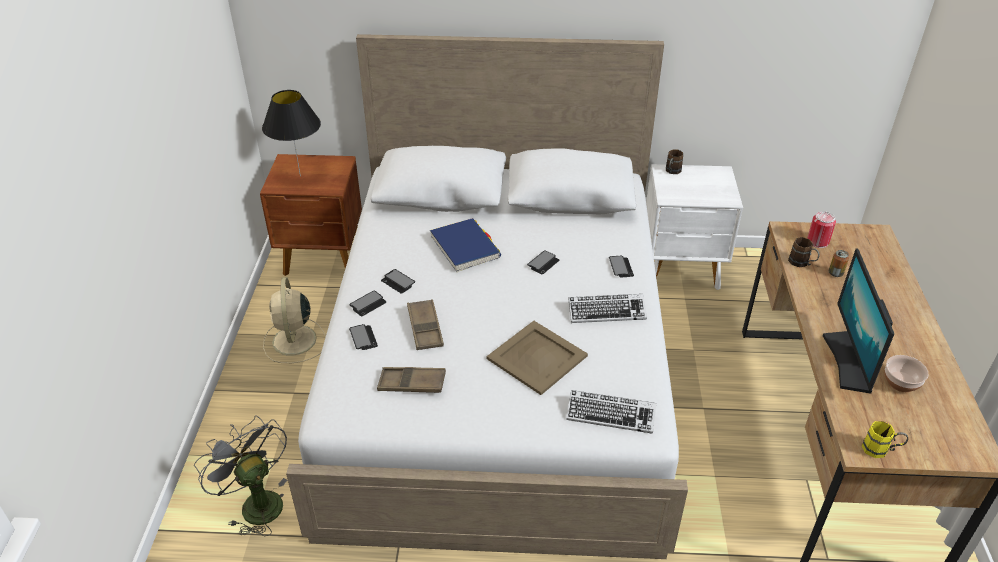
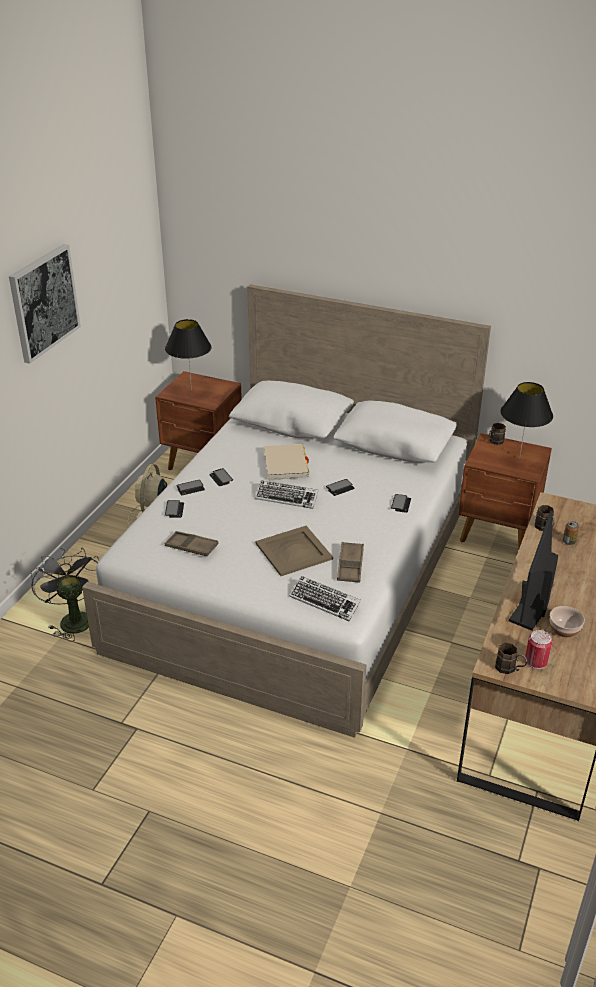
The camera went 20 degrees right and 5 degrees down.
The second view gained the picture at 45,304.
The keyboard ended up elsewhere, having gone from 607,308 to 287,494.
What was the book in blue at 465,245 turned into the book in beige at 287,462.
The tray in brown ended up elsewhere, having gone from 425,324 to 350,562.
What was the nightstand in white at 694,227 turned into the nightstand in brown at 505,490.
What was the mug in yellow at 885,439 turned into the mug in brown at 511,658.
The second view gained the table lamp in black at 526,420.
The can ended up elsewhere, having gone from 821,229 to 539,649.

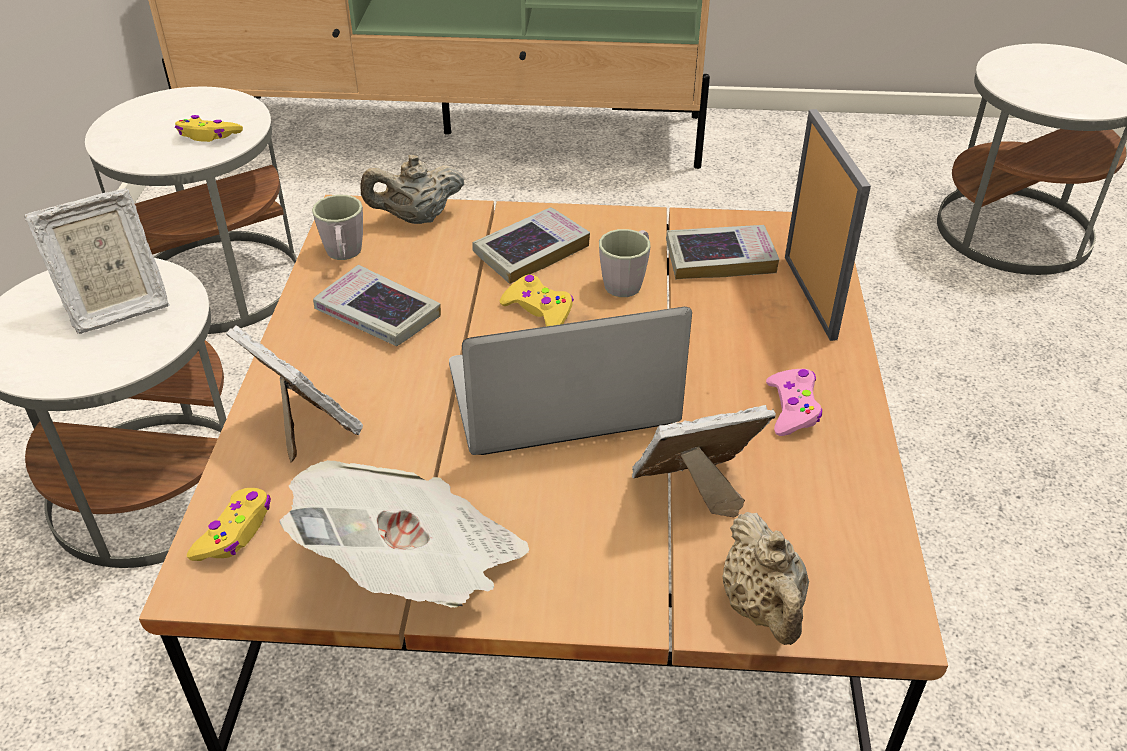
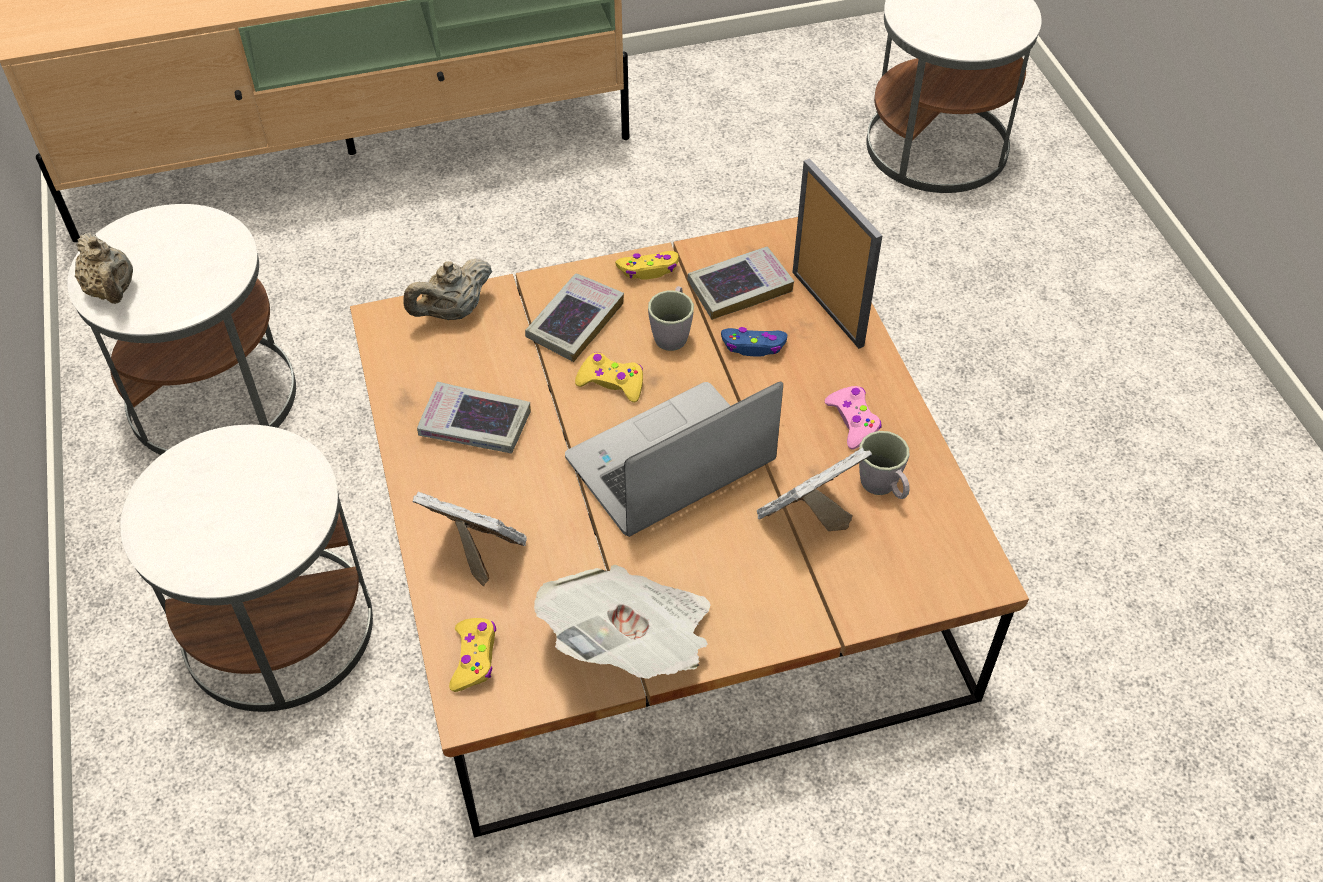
The camera went 20 degrees left and 10 degrees up.
The teapot in beige ended up elsewhere, having gone from 765,578 to 104,268.
The game controller in yellow ended up elsewhere, having gone from 209,128 to 647,265.
The second view gained the game controller in blue at 754,341.
The mug in grey ended up elsewhere, having gone from 337,227 to 884,465.
The second view lost the picture frame at 96,261.

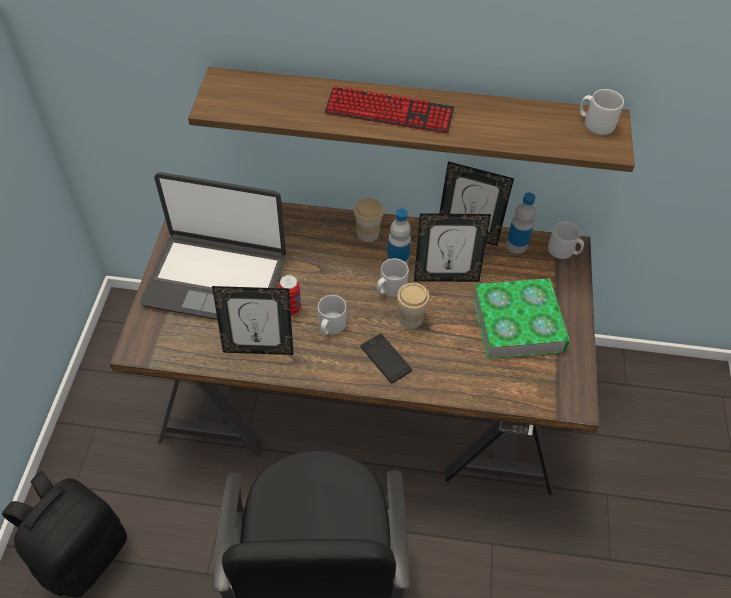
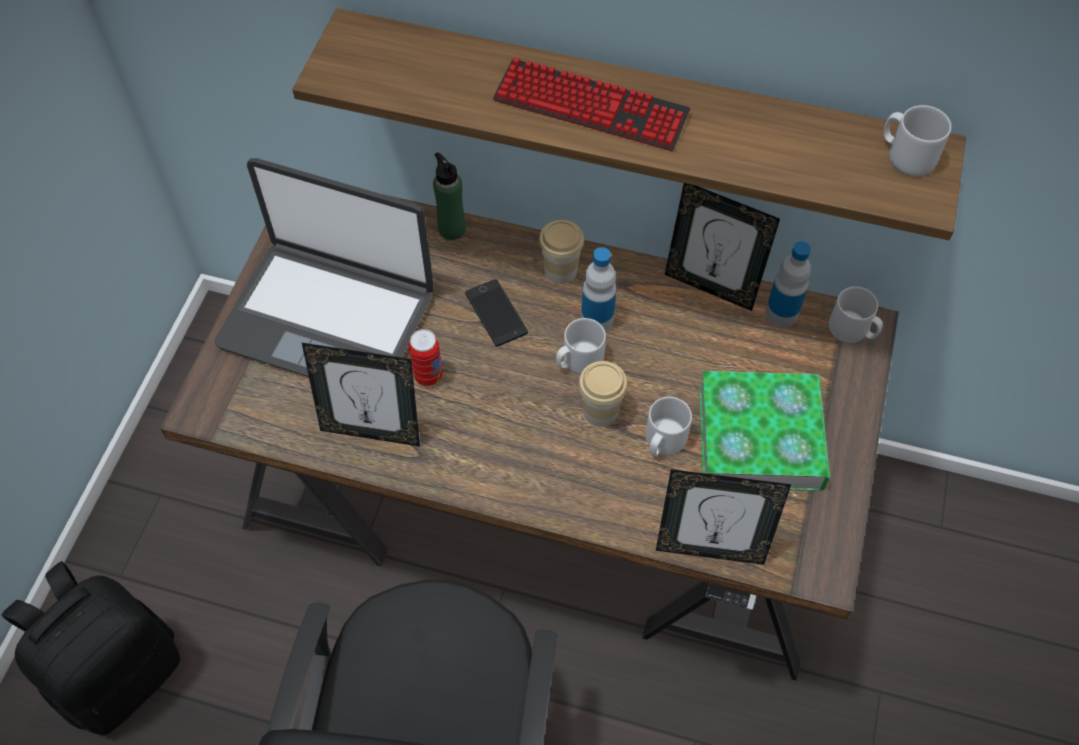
The camera went 10 degrees right and 5 degrees up.
The second view gained the bottle in green at 449,196.
The phone ended up elsewhere, having gone from 386,359 to 496,312.
The mug in grey ended up elsewhere, having gone from 332,315 to 669,426.
The picture frame ended up elsewhere, having gone from 452,247 to 723,517.

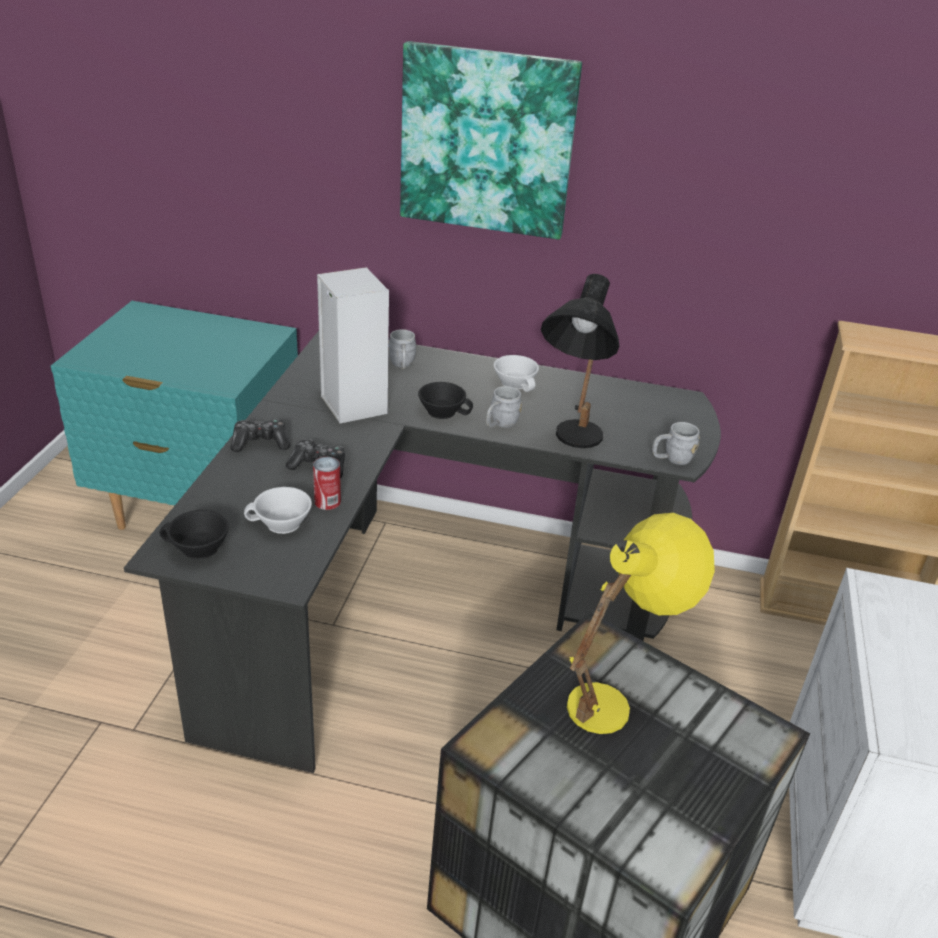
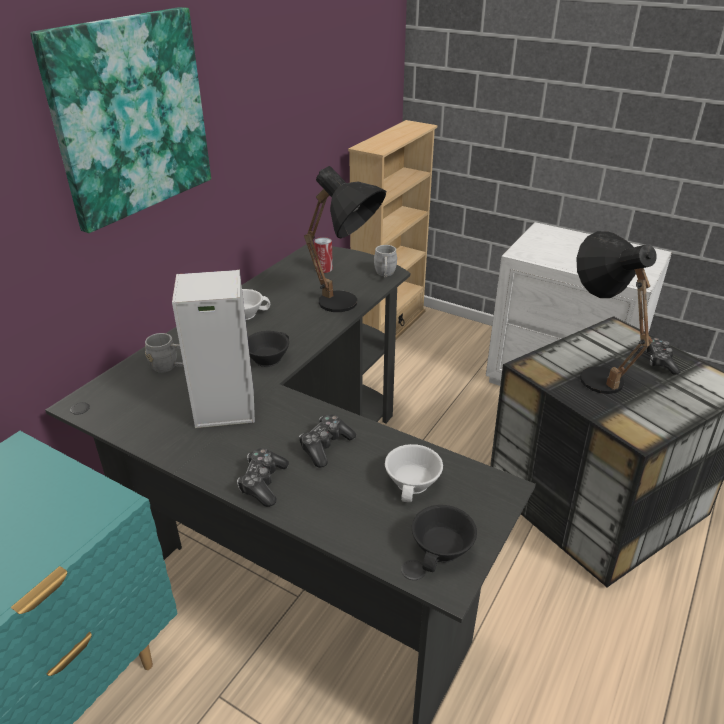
The camera went 70 degrees left and 0 degrees up.
The can ended up elsewhere, having gone from 327,483 to 323,255.
What was the table lamp in yellow at 641,623 turned into the table lamp in black at 616,312.
The second view gained the game controller at 662,356.
The second view lost the mug in grey at 504,406.

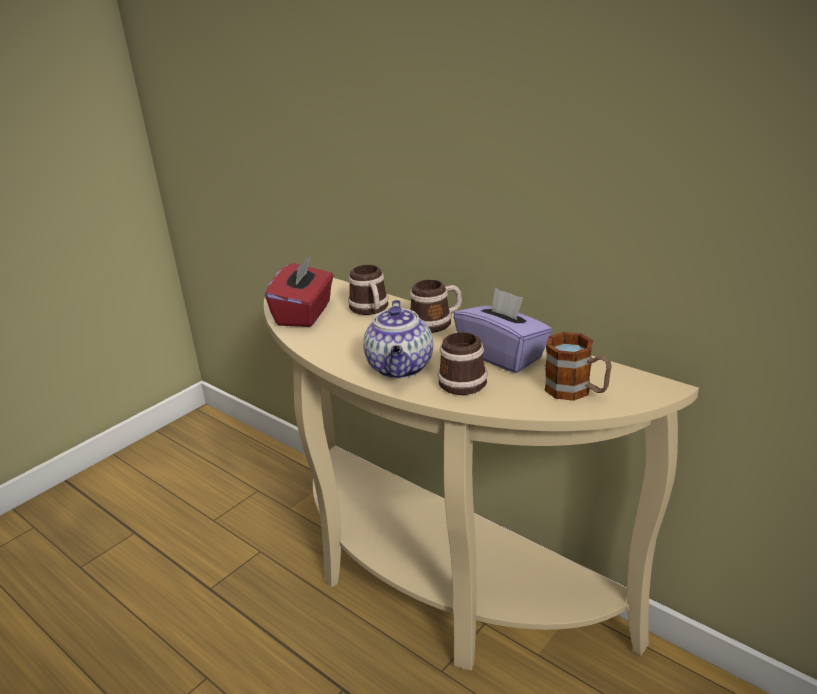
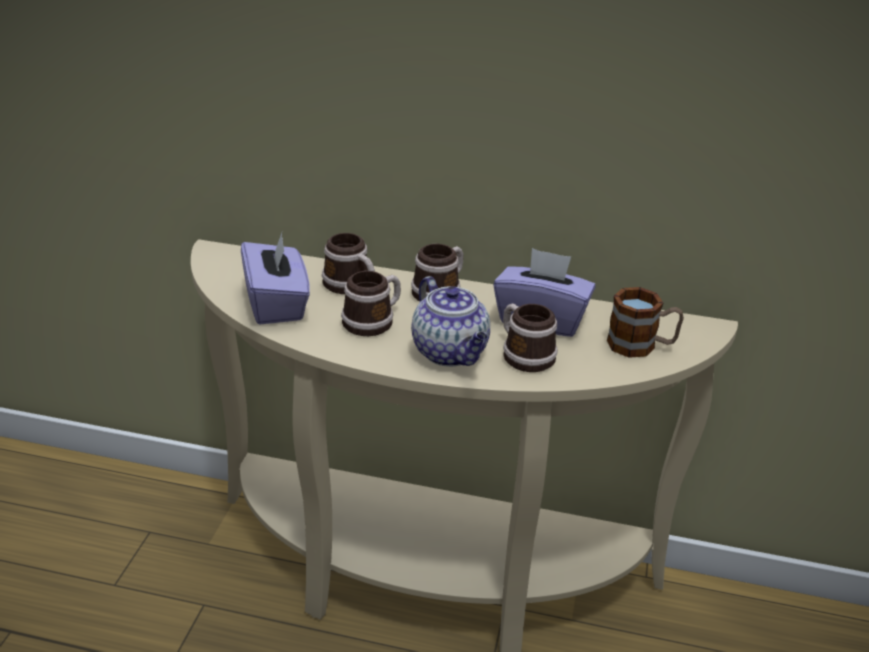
The camera went 30 degrees left and 5 degrees up.
What was the tissue box in red at 299,291 turned into the tissue box in purple at 275,279.
The second view gained the mug at 371,303.

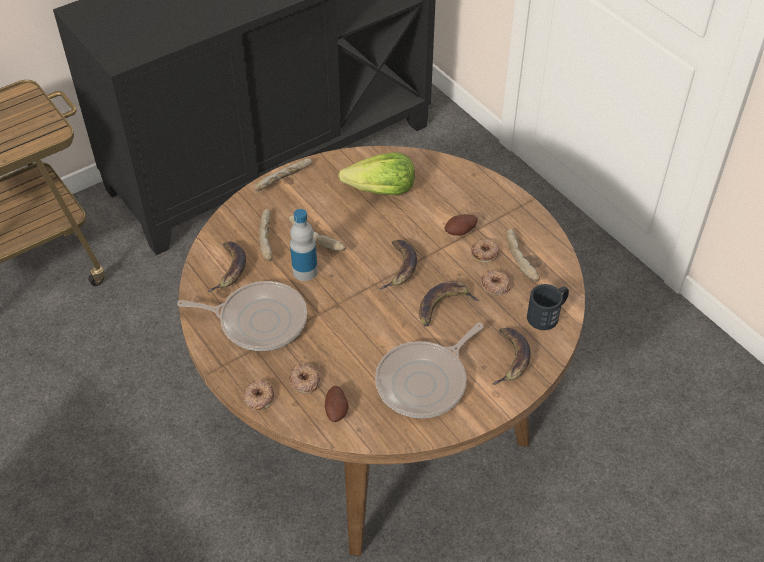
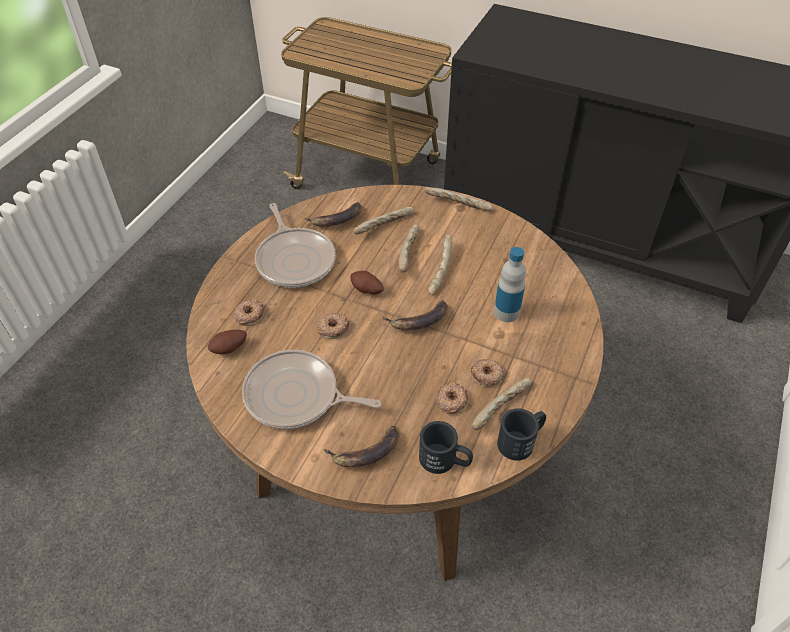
The camera went 60 degrees right and 0 degrees up.
The donut ended up elsewhere, having gone from 258,395 to 333,326.
The potato ended up elsewhere, having gone from 461,225 to 367,282.
The second view gained the bread at 440,264.
The bottle ended up elsewhere, having gone from 304,245 to 510,284.
The second view gained the mug in black at 521,434.
The second view lost the lettuce at 376,174.
The second view lost the banana at 449,304.

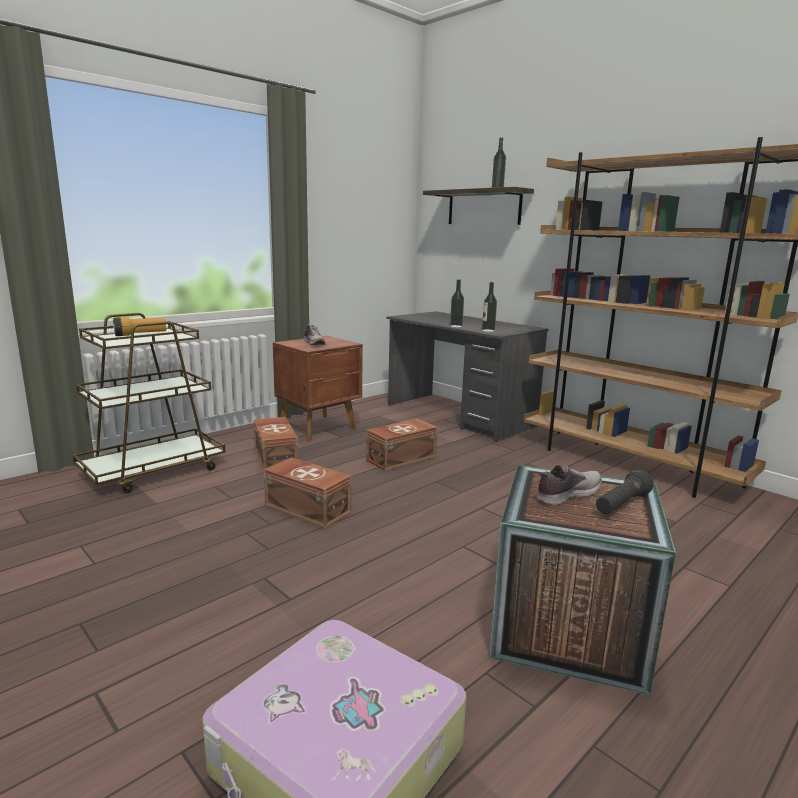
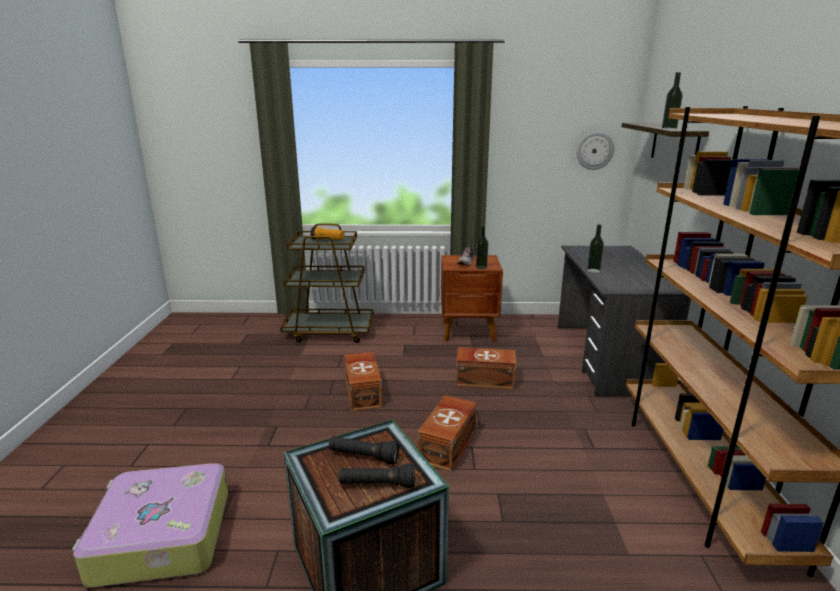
The camera went 45 degrees right and 5 degrees up.
Where the shoe stood at 569,485, the flashlight in black came to stand at 364,450.
The storage box in brown ended up elsewhere, having gone from 276,444 to 447,433.
The bottle ended up elsewhere, having gone from 489,307 to 482,247.
The second view gained the wall clock at 595,151.

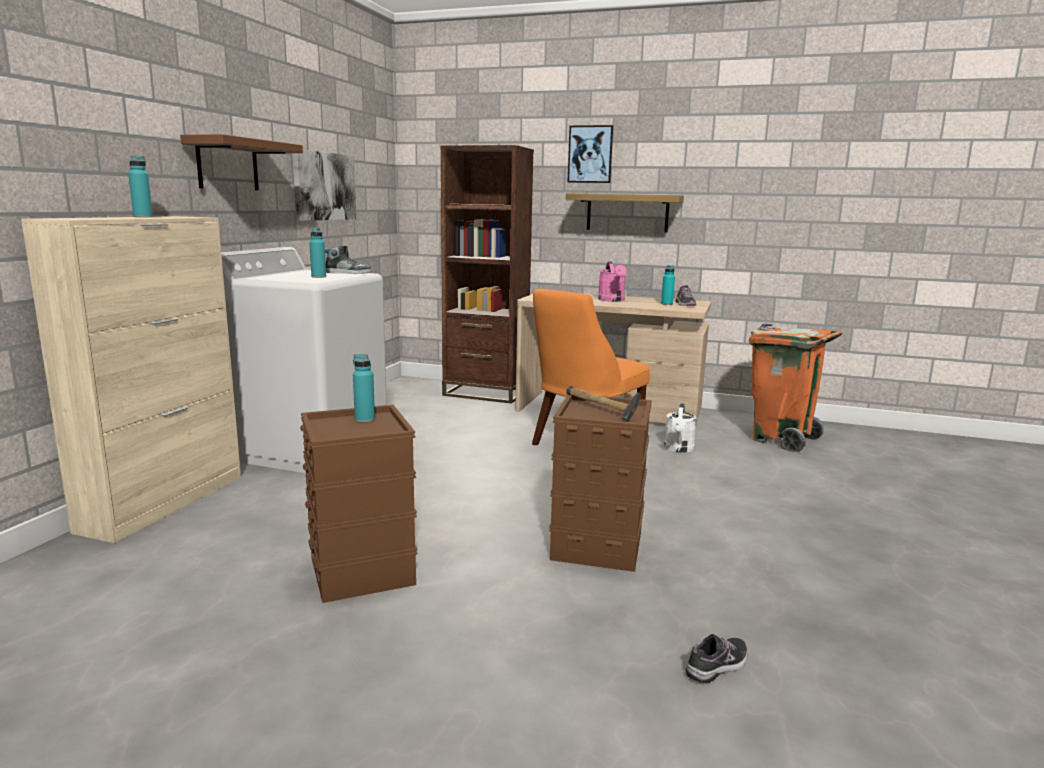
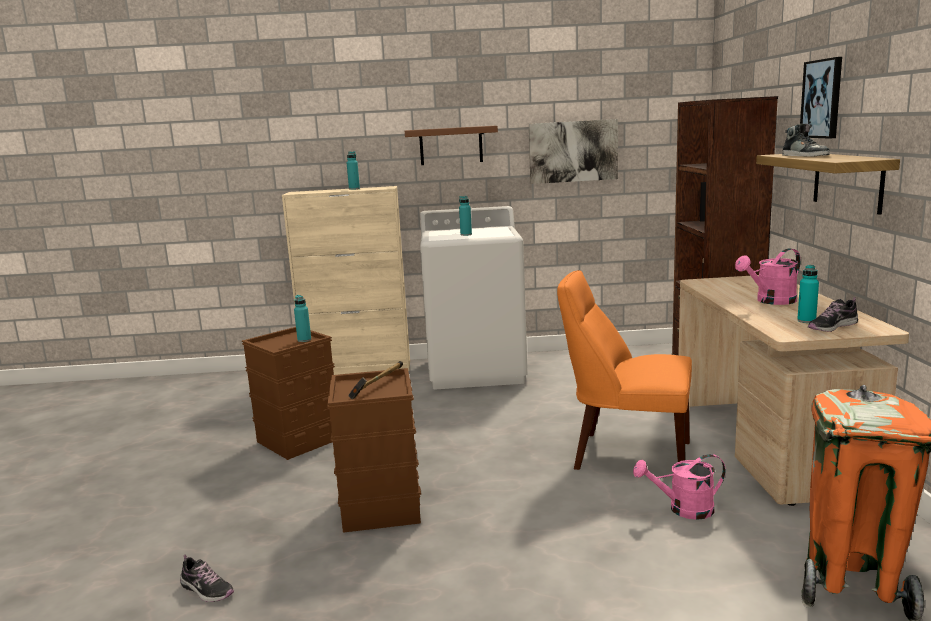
The camera went 70 degrees right and 0 degrees up.
What was the watering can in white at 680,428 turned into the watering can in pink at 679,487.
The shoe ended up elsewhere, having gone from 348,260 to 806,140.

